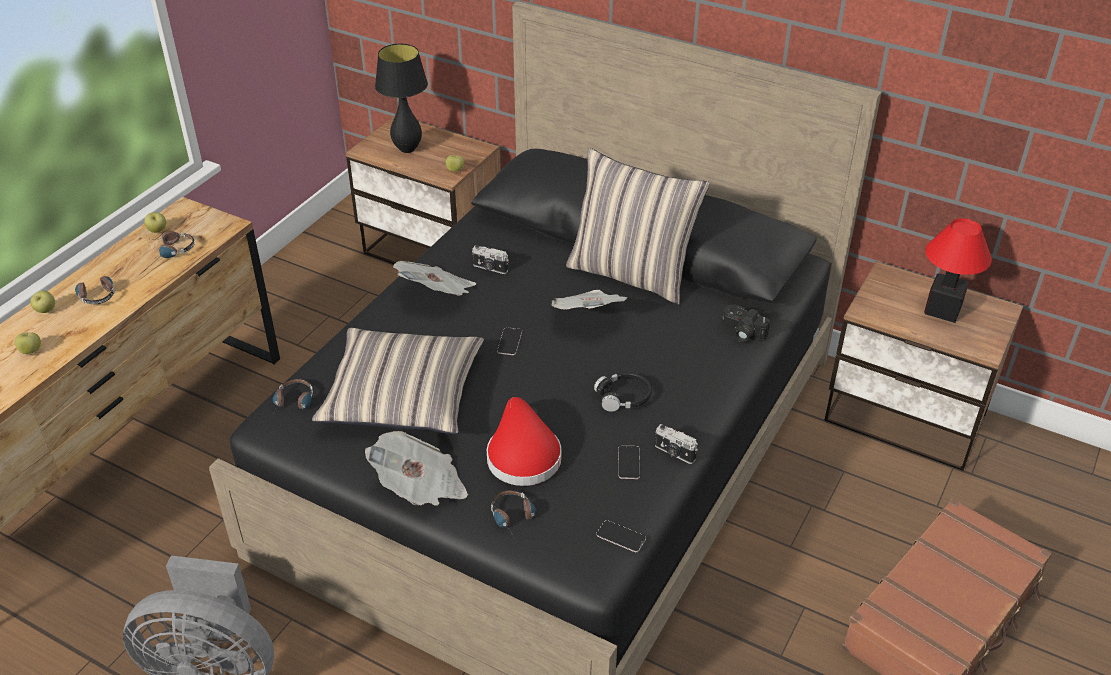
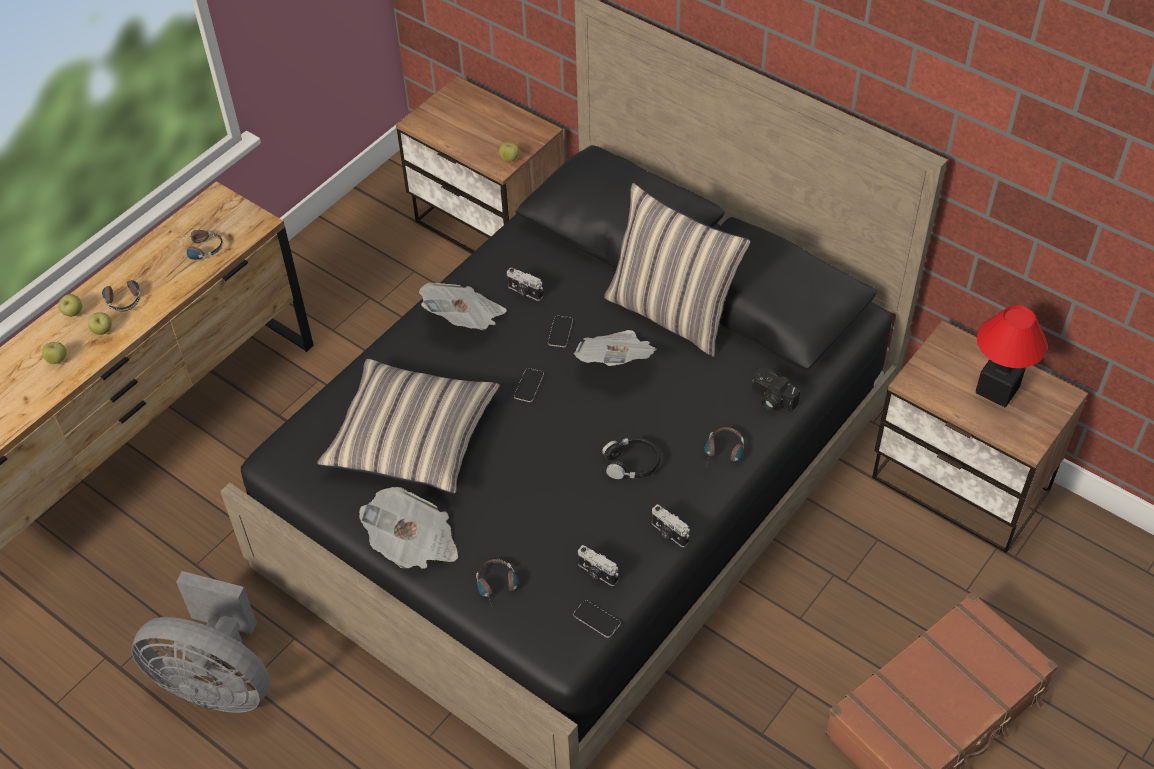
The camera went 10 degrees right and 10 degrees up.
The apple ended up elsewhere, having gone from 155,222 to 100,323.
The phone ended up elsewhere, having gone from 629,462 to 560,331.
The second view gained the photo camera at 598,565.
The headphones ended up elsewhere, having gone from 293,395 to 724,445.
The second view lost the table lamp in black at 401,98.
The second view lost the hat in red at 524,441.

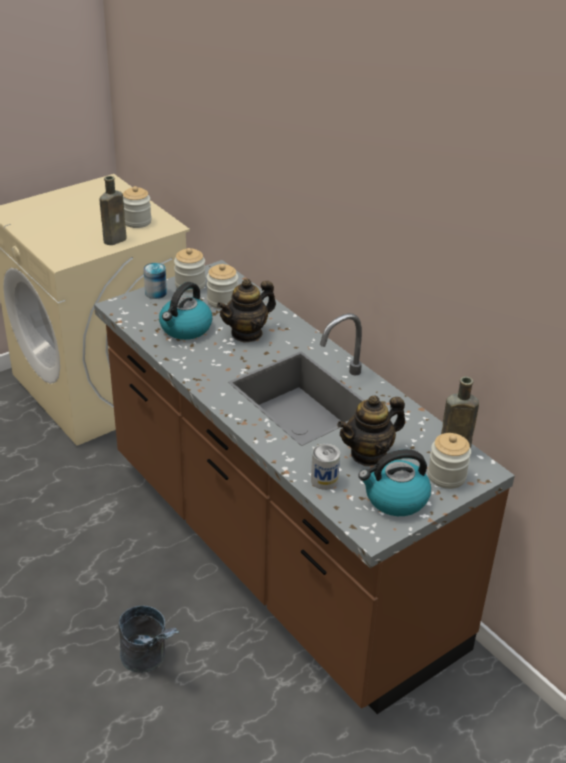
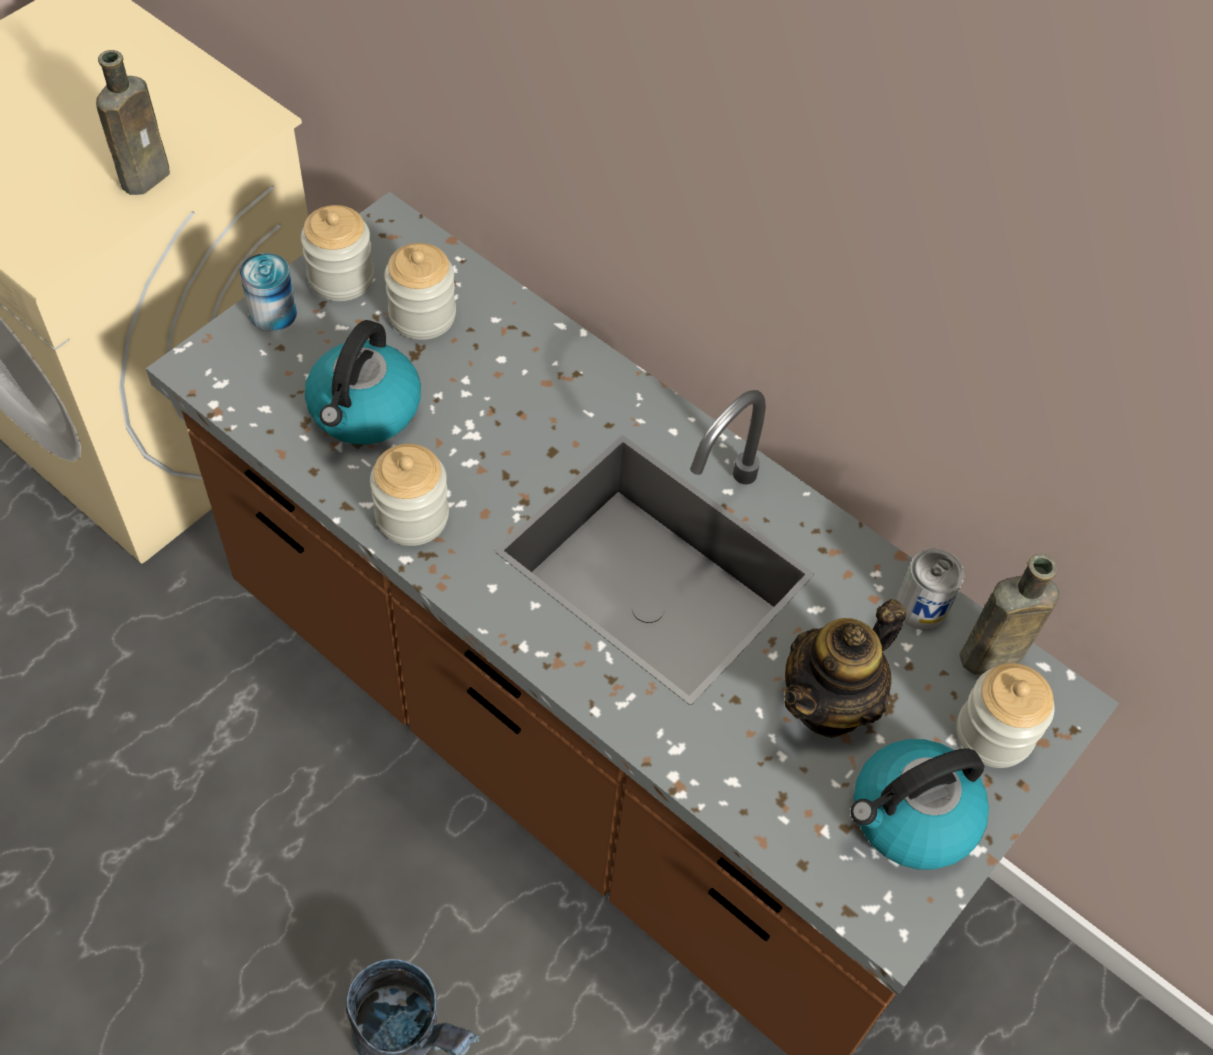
The camera went 15 degrees left and 20 degrees up.
The jar ended up elsewhere, having gone from 137,207 to 409,495.
The can ended up elsewhere, having gone from 325,467 to 931,589.
The second view lost the teapot at 246,311.

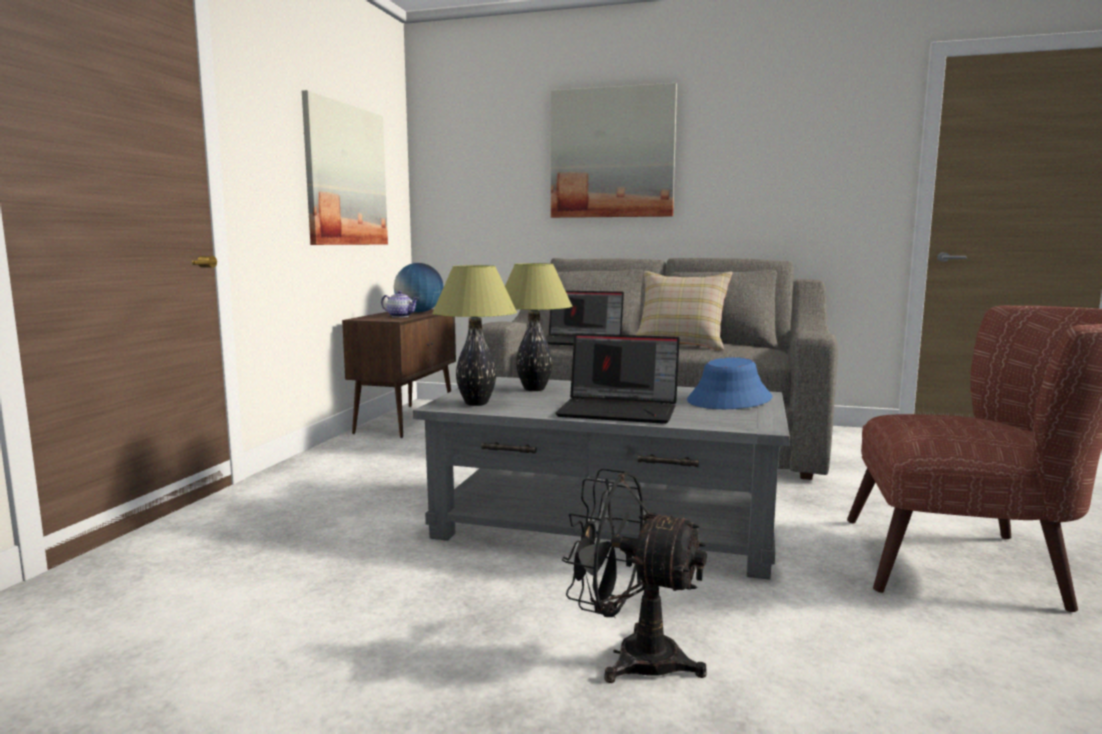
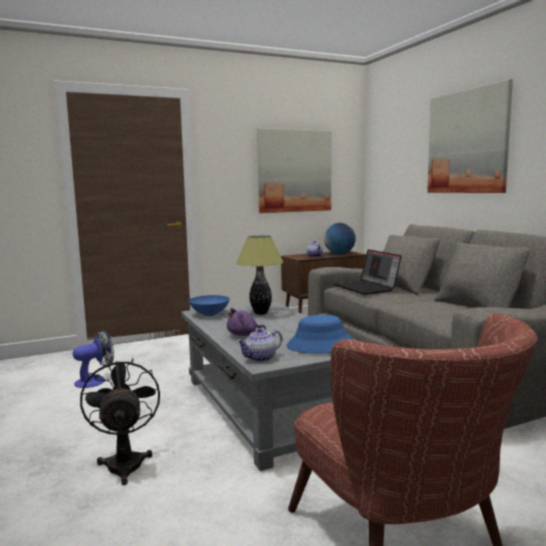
The camera went 50 degrees right and 0 degrees up.
The second view gained the fan at 93,359.
Where the table lamp stood at 474,335, the bowl in blue came to stand at 209,305.
Where the laptop stood at 617,378, the plush toy in purple came to stand at 246,322.
The second view gained the teapot at 259,345.
The second view lost the pillow in beige at 684,310.

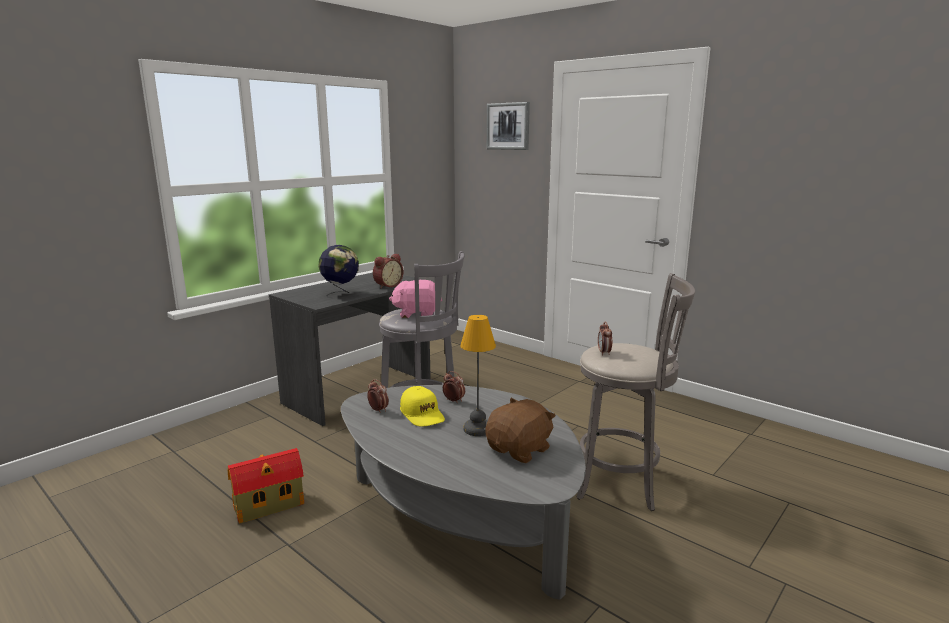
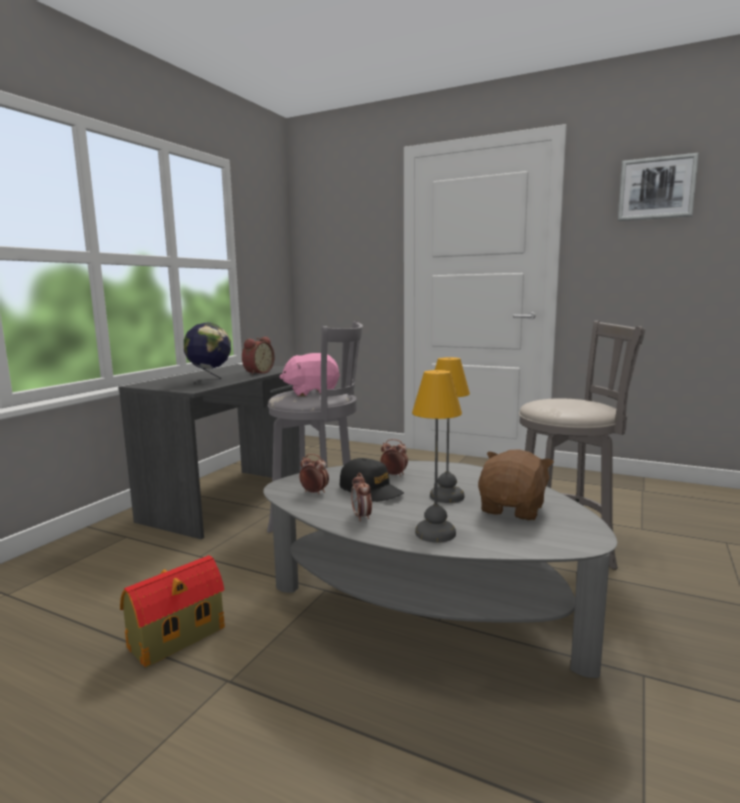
The camera went 15 degrees left and 5 degrees down.
What was the cap in yellow at 422,406 turned into the cap in black at 371,480.
The alarm clock ended up elsewhere, having gone from 605,339 to 361,497.
The second view gained the table lamp at 437,456.
The picture ended up elsewhere, having gone from 508,126 to 658,187.

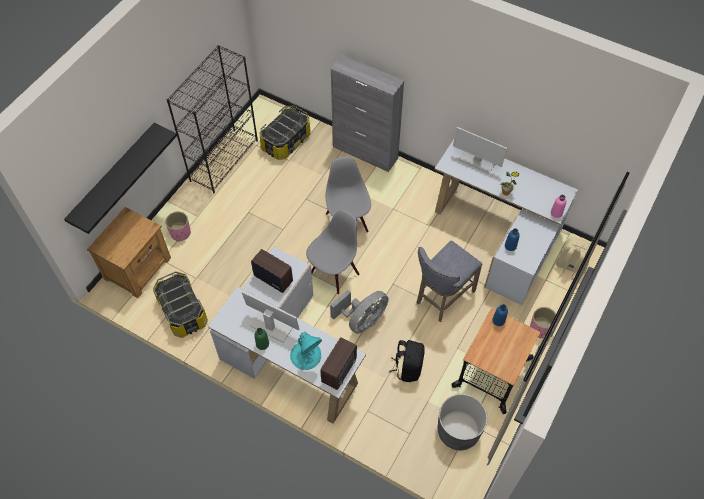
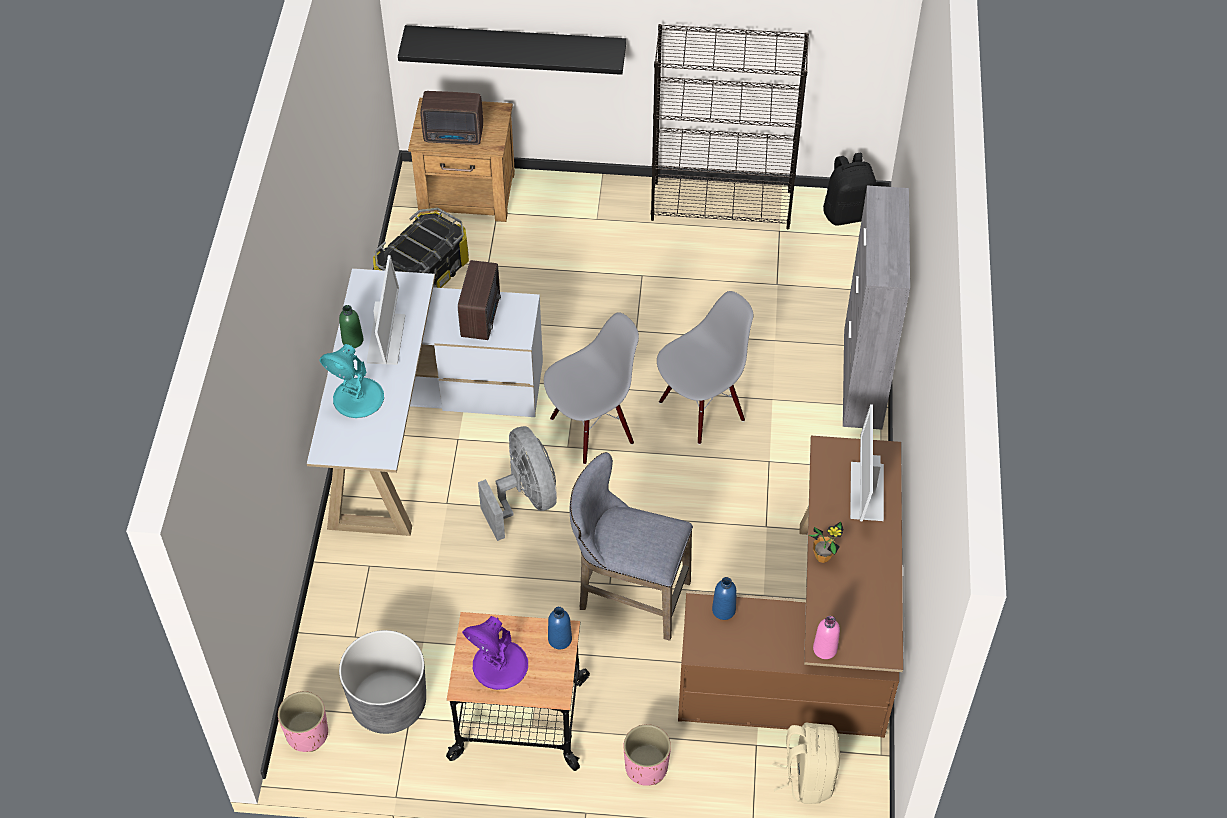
The camera went 65 degrees right and 5 degrees down.
The planter in pink ended up elsewhere, having gone from 178,226 to 303,721.
The radio ended up elsewhere, having gone from 339,363 to 451,118.
The second view gained the table lamp in purple at 495,653.
The fan in grey at 359,312 ended up facing another way, 135 degrees counterclockwise from before.
The chair in grey at 332,251 ended up facing another way, 45 degrees counterclockwise from before.
What was the desk in white at 506,222 turned into the desk in brown at 790,587.
The backpack in black ended up elsewhere, having gone from 407,361 to 850,189.
The second view lost the storage box at 285,132.

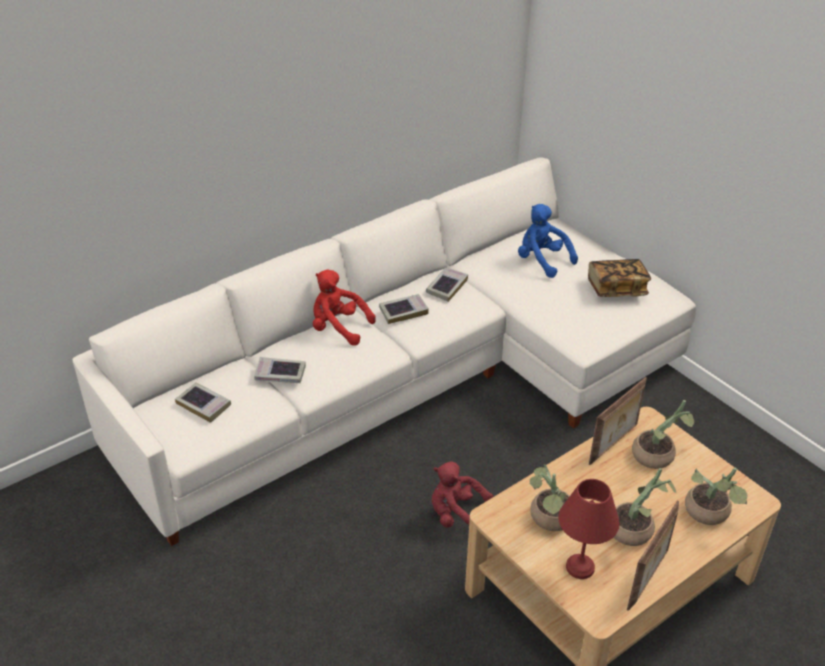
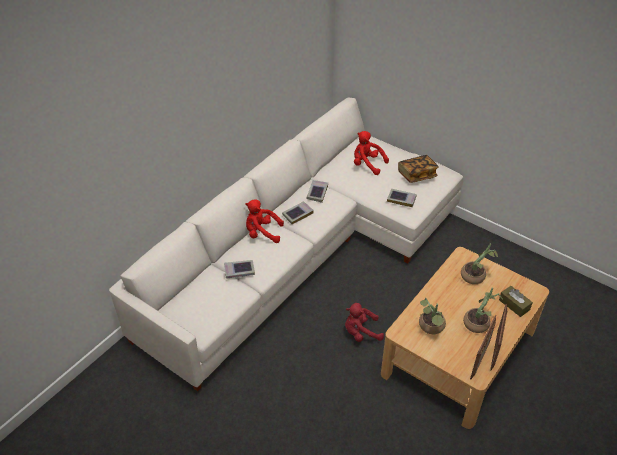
The camera went 15 degrees left and 5 degrees up.
What was the plush toy in blue at 548,241 turned into the plush toy in red at 371,153.
The book ended up elsewhere, having gone from 203,402 to 402,198.
The picture frame ended up elsewhere, having gone from 618,421 to 483,347.
Where the potted plant stood at 716,496, the tissue box in brown came to stand at 516,301.
The second view lost the table lamp in red at 588,529.

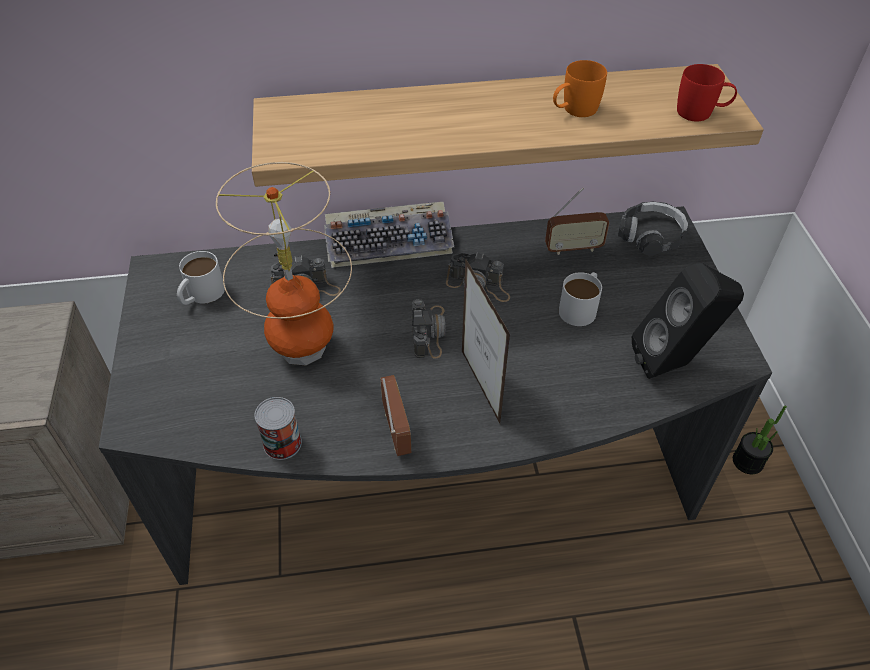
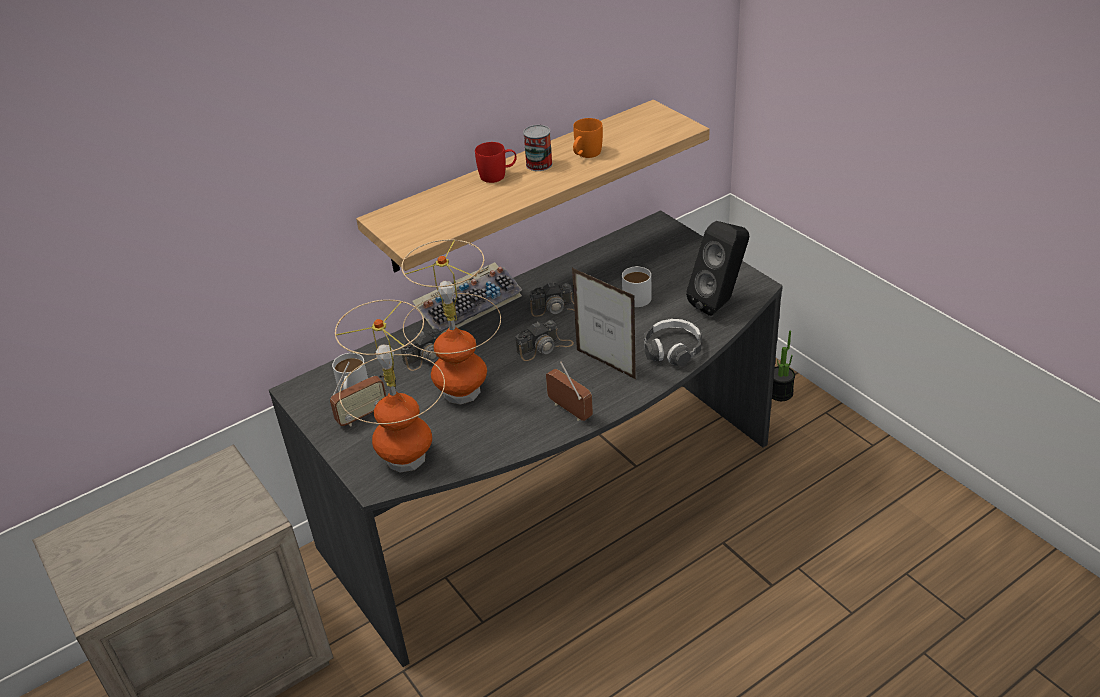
The camera went 25 degrees left and 10 degrees down.
The radio ended up elsewhere, having gone from 577,221 to 358,394.
The second view gained the table lamp at 390,386.
The mug in red ended up elsewhere, having gone from 707,93 to 496,162.
The photo camera at 429,329 ended up facing another way, 90 degrees clockwise from before.
The can ended up elsewhere, having gone from 278,428 to 538,148.
The headphones ended up elsewhere, having gone from 653,229 to 673,342.

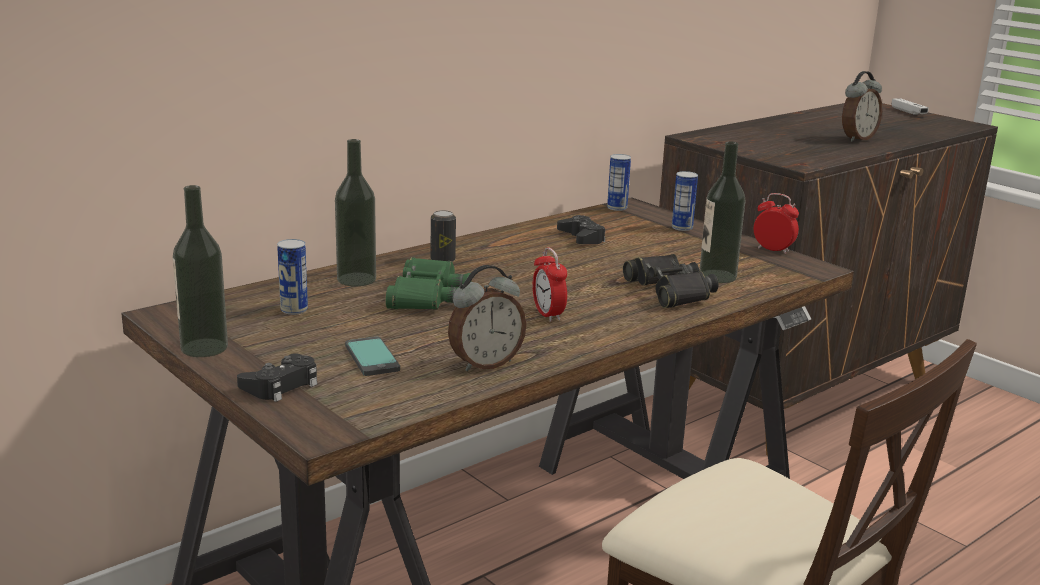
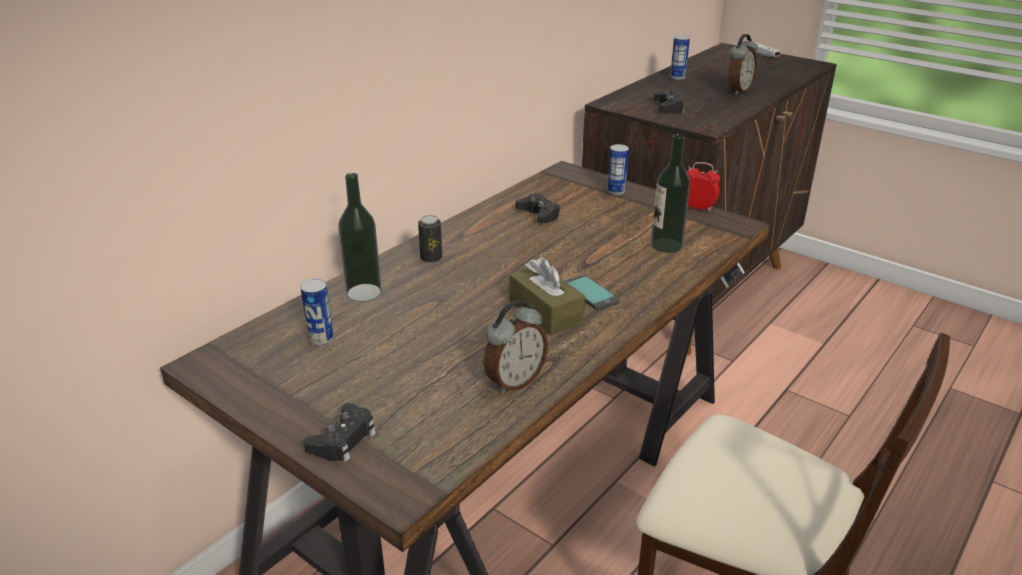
The camera went 10 degrees left and 10 degrees up.
Where the alarm clock stood at 549,284, the tissue box in brown came to stand at 547,296.
The phone ended up elsewhere, having gone from 372,356 to 592,293.
The second view gained the game controller in black at 669,101.
The can ended up elsewhere, having gone from 619,182 to 680,57.
The second view lost the bottle at 200,271.
The second view lost the binoculars in green at 428,283.
The second view lost the binoculars in black at 671,281.

